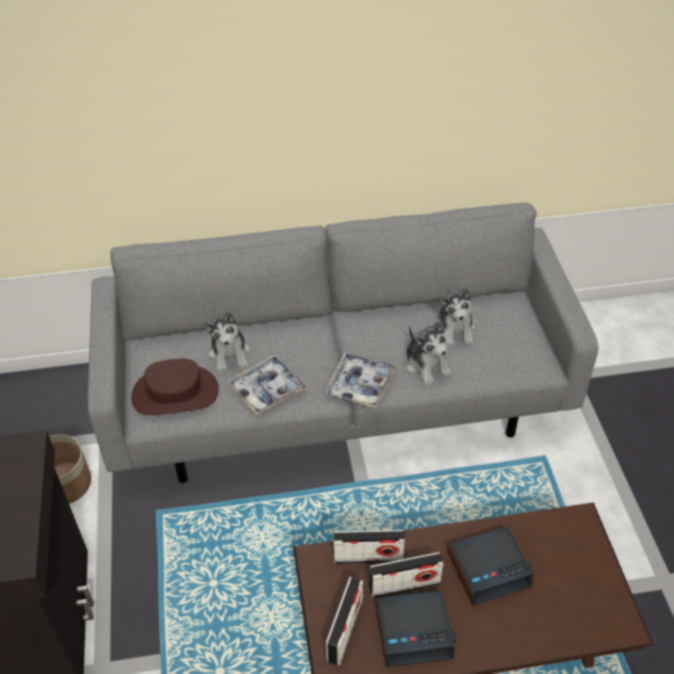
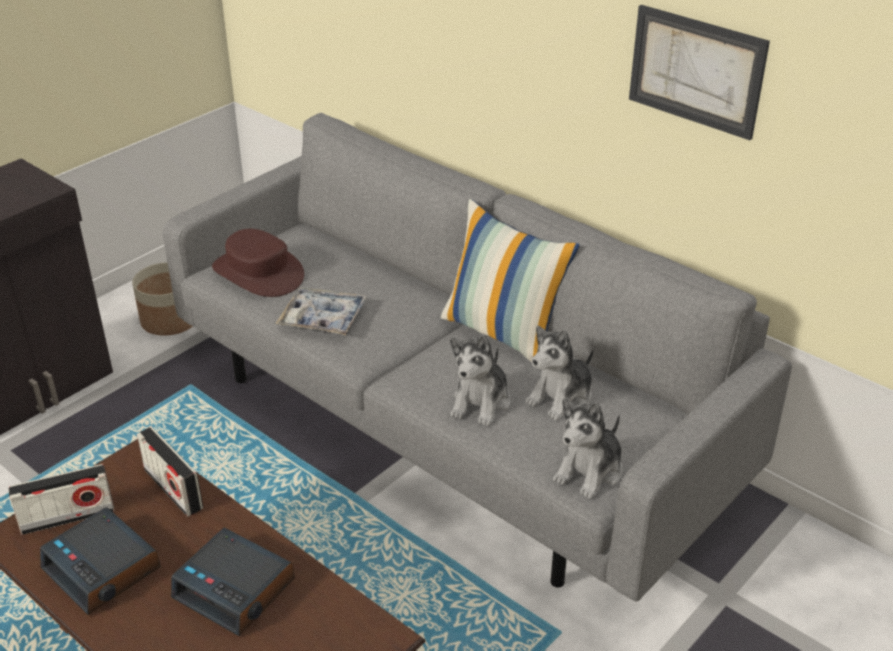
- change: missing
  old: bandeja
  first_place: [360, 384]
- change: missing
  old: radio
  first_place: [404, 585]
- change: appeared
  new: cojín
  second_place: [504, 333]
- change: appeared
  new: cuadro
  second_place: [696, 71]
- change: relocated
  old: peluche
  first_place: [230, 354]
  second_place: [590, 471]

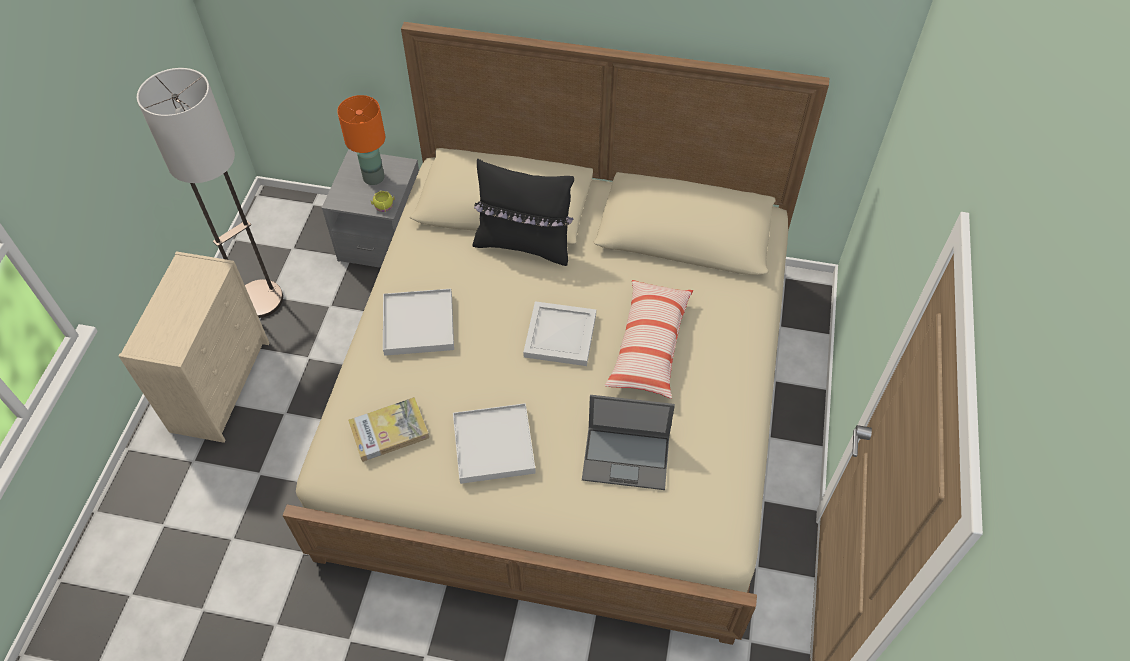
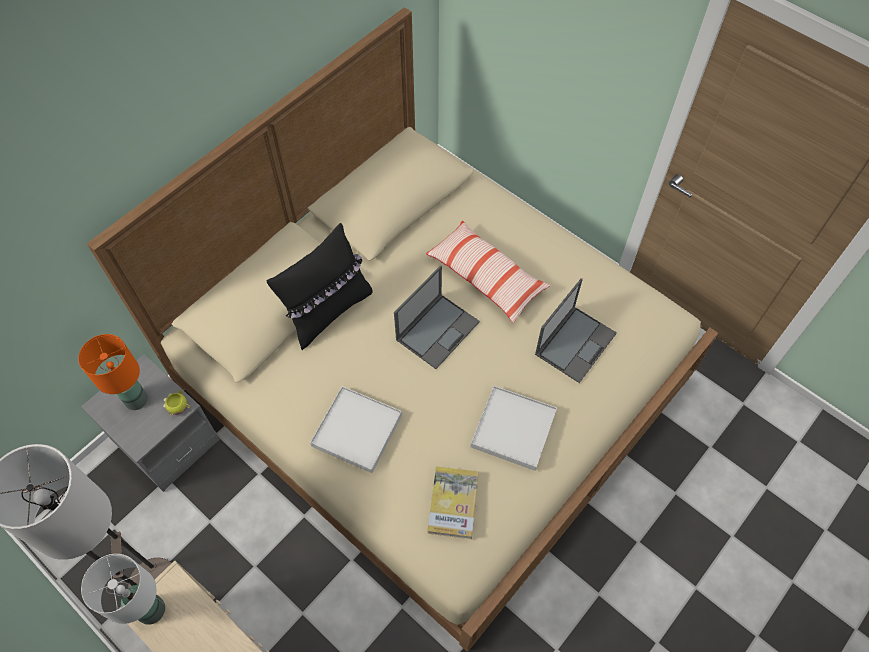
- change: appeared
  new: lámpara de mesa/blanco
  second_place: [152, 609]
- change: exchanged
  old: bandeja/blanco
  new: portátil
  first_place: [561, 335]
  second_place: [438, 330]

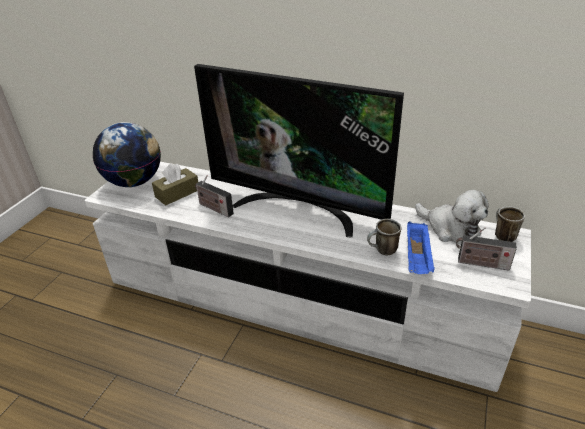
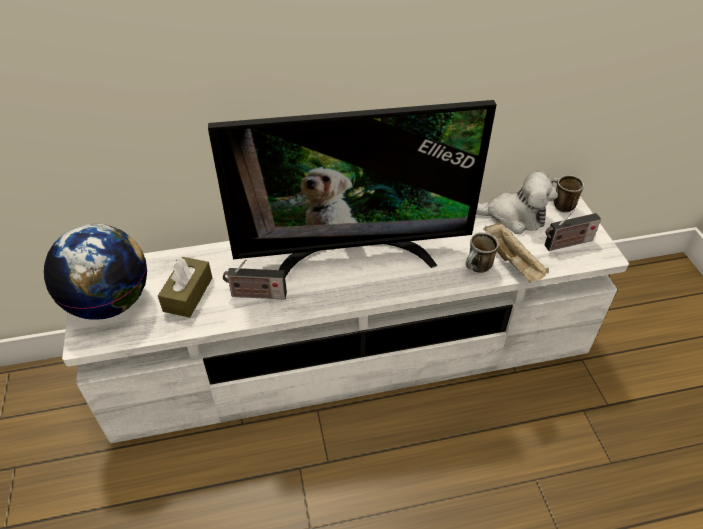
- change: colour
  old: bandeja/azul
  new: bandeja/beis
  first_place: [417, 258]
  second_place: [513, 262]

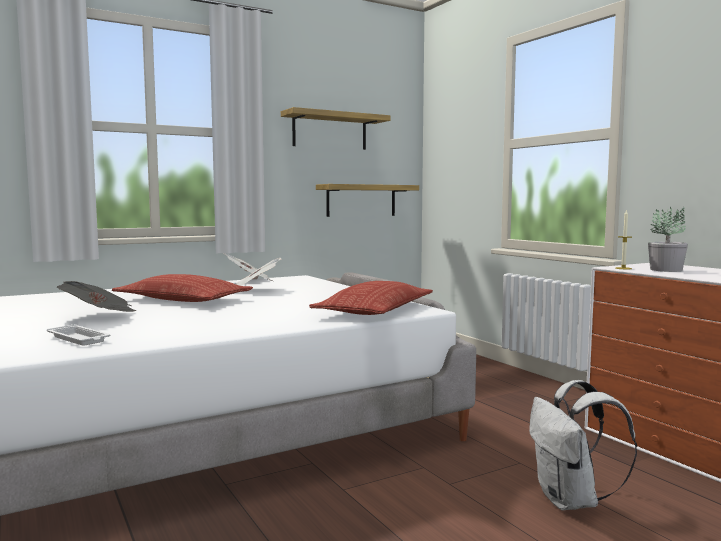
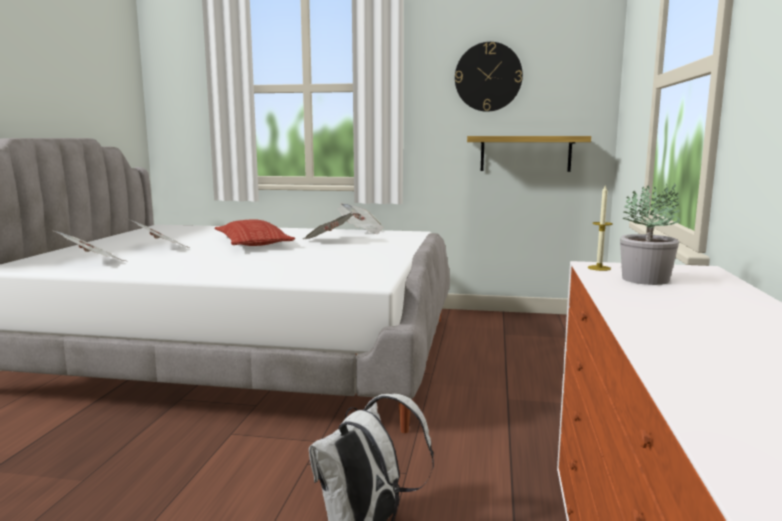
- change: missing
  old: cojín
  first_place: [375, 310]
- change: exchanged
  old: bandeja/blanco
  new: periódico
  first_place: [79, 339]
  second_place: [92, 263]
- change: exchanged
  old: estante
  new: reloj de pared
  first_place: [330, 131]
  second_place: [488, 77]

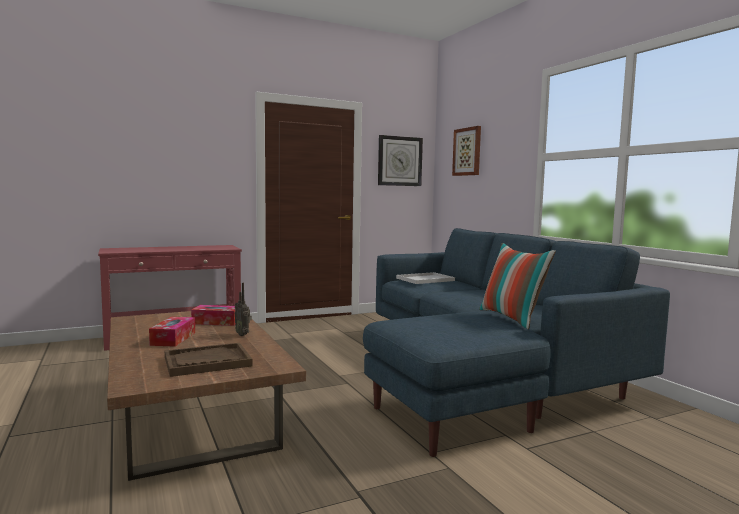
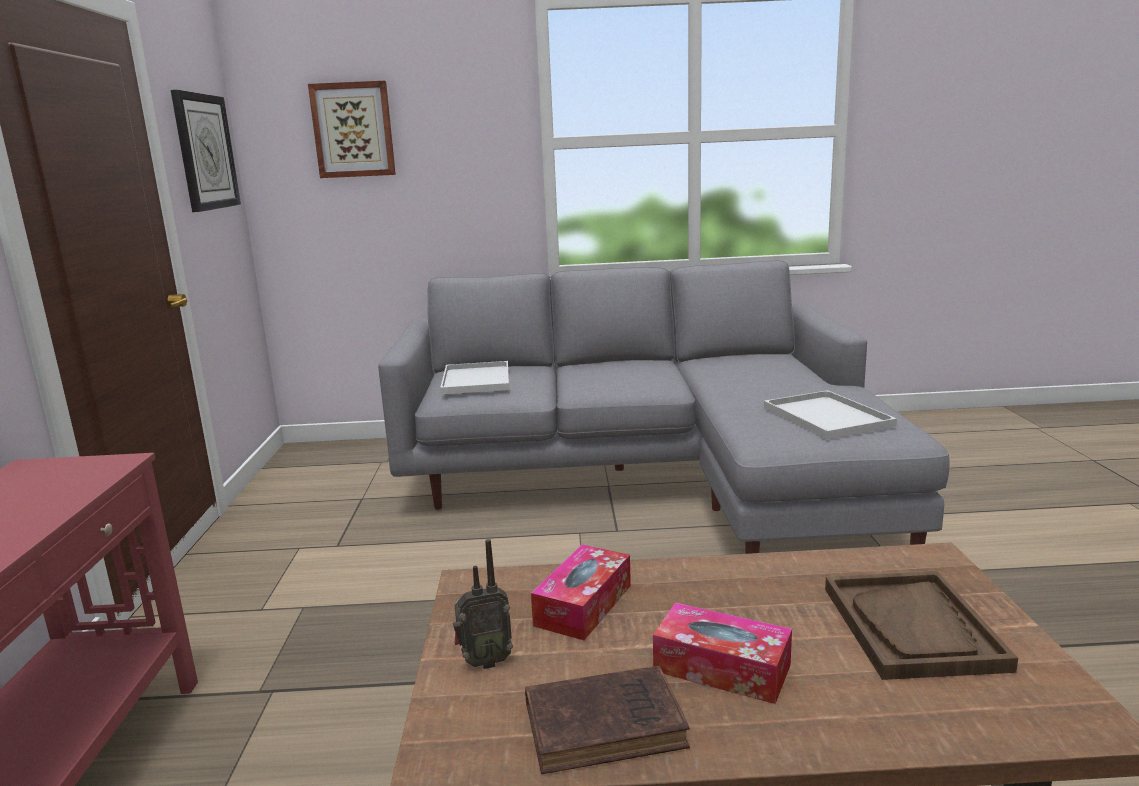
- change: missing
  old: cojín
  first_place: [512, 318]
- change: appeared
  new: libro/marrón
  second_place: [608, 725]
- change: appeared
  new: bandeja/blanco
  second_place: [829, 417]
- change: relocated
  old: radio
  first_place: [243, 334]
  second_place: [484, 662]
- change: colour
  old: sofá/azul
  new: sofá/gris
  first_place: [482, 374]
  second_place: [654, 483]

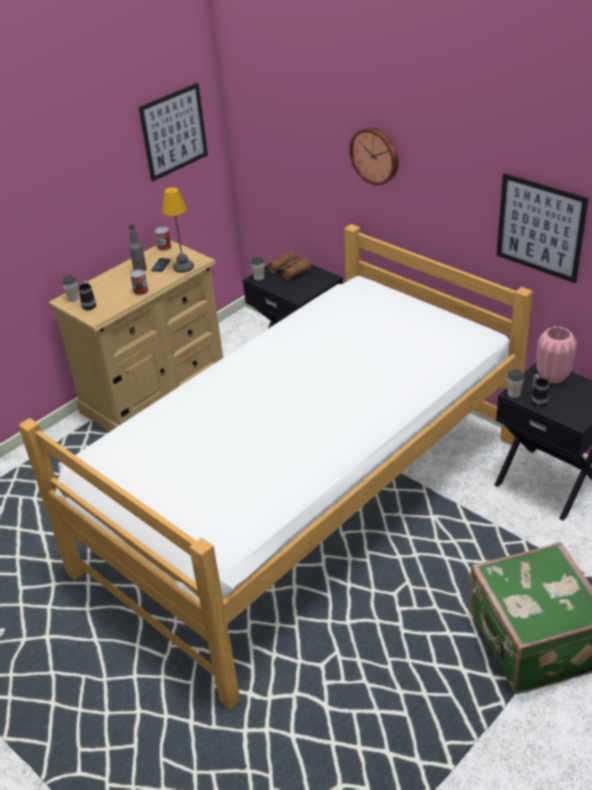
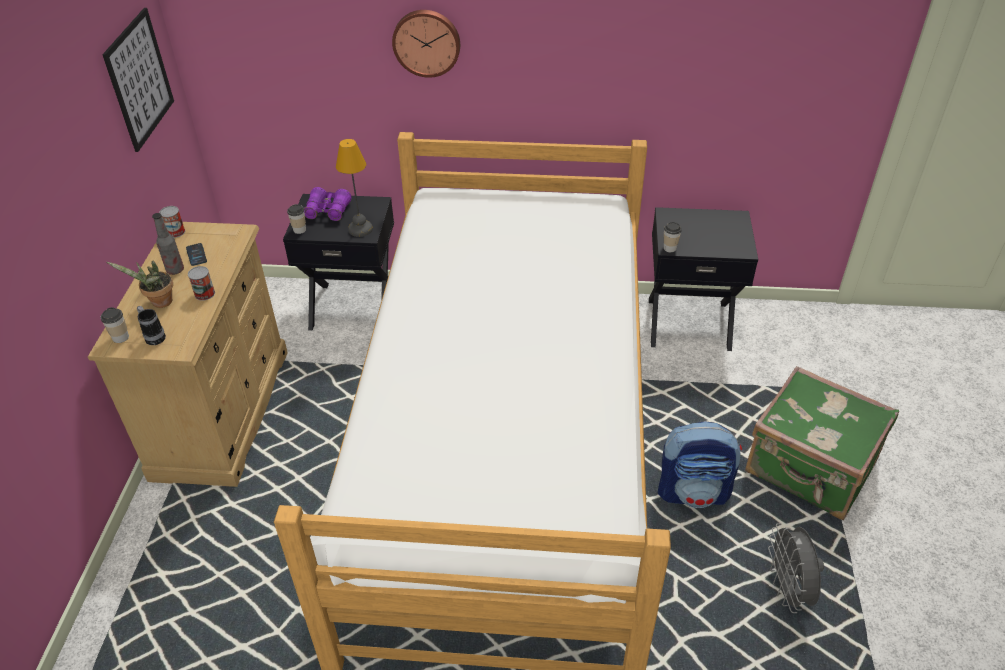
- change: missing
  old: cuadro
  first_place: [540, 227]
- change: missing
  old: taza grande
  first_place: [537, 401]
- change: missing
  old: florero/rosa
  first_place: [553, 377]
- change: appeared
  new: planta en maceta
  second_place: [159, 303]
- change: appeared
  new: mochila
  second_place: [694, 491]
- change: appeared
  new: ventilador/gris
  second_place: [788, 590]
- change: relocated
  old: lámpara de mesa
  first_place: [183, 267]
  second_place: [360, 229]
- change: colour
  old: prismáticos/marrón
  new: prismáticos/morado
  first_place: [290, 271]
  second_place: [328, 211]

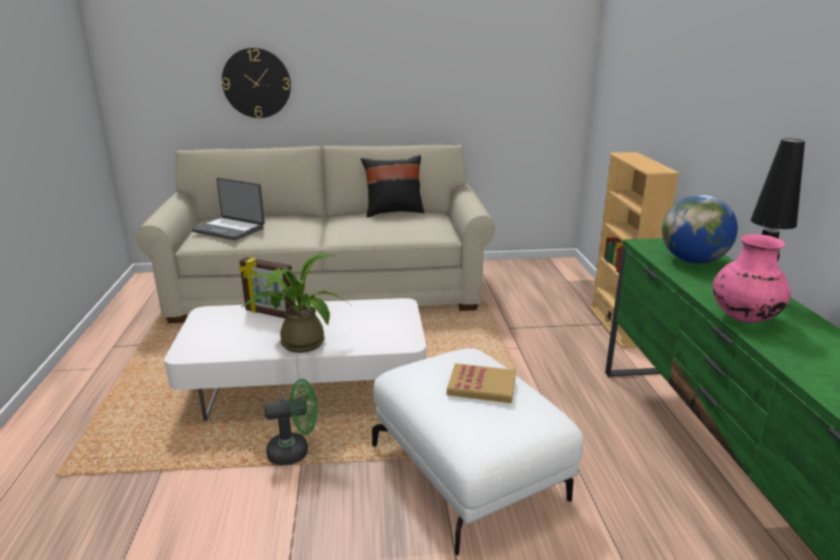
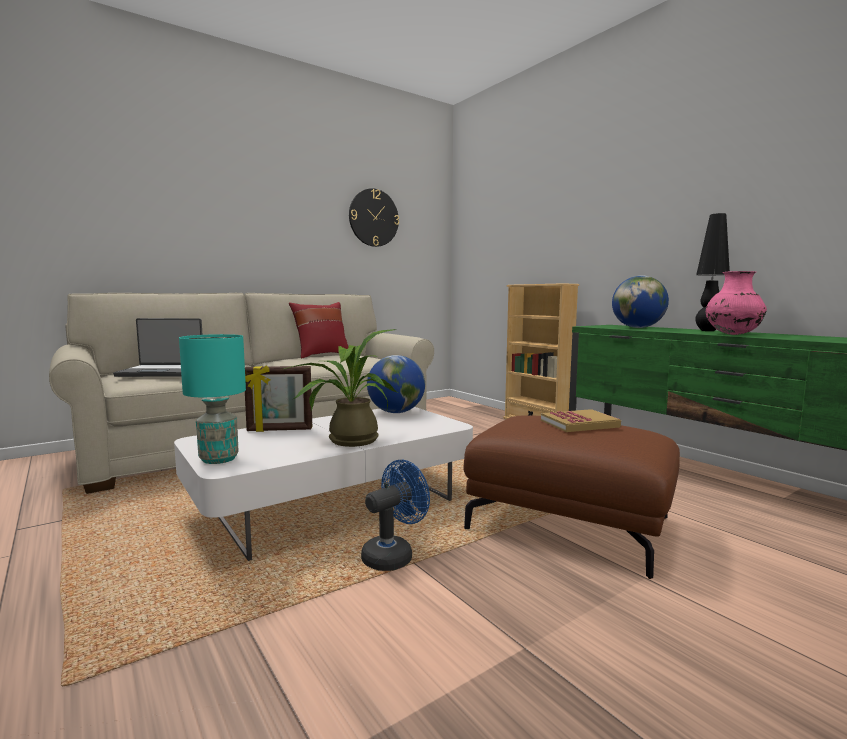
- change: appeared
  new: lámpara de mesa/turquesa
  second_place: [218, 459]
- change: appeared
  new: globo terráqueo
  second_place: [396, 412]
- change: relocated
  old: reloj de pared
  first_place: [256, 83]
  second_place: [373, 218]
- change: colour
  old: ventilador/verde
  new: ventilador/azul
  first_place: [295, 451]
  second_place: [393, 555]
- change: colour
  old: cojín/negro
  new: cojín/rojo
  first_place: [393, 212]
  second_place: [321, 355]
- change: colour
  old: puf/blanco
  new: puf/marrón
  first_place: [469, 471]
  second_place: [570, 523]

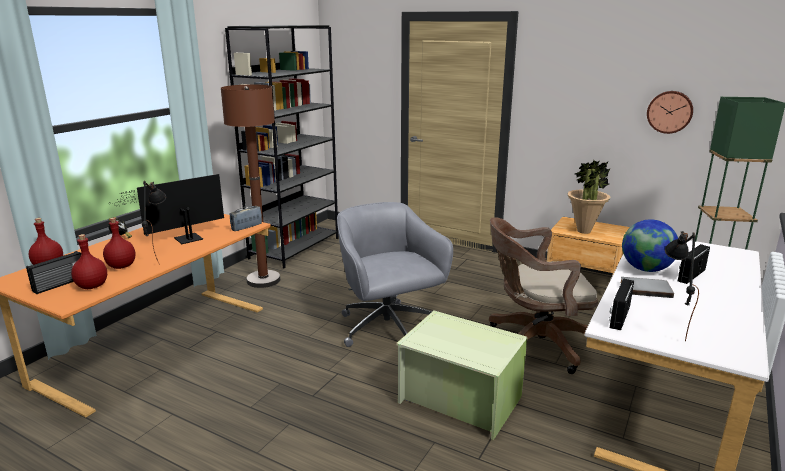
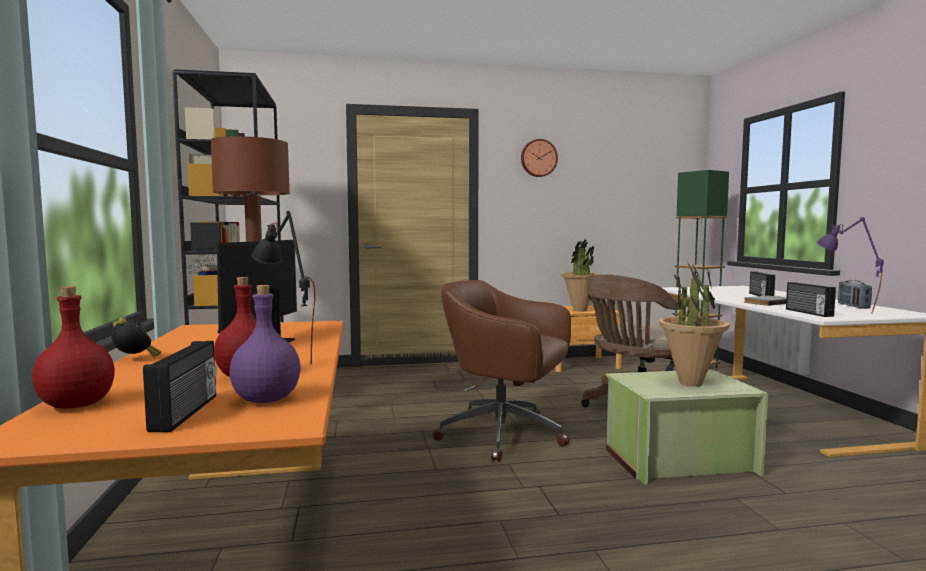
- change: missing
  old: globo terráqueo
  first_place: [646, 269]
- change: appeared
  new: planta en maceta
  second_place: [691, 383]
- change: relocated
  old: radio
  first_place: [246, 227]
  second_place: [853, 306]
- change: relocated
  old: reloj de pared
  first_place: [669, 112]
  second_place: [538, 158]
- change: colour
  old: botella/rojo
  new: botella/morado
  first_place: [92, 286]
  second_place: [267, 400]
- change: colour
  old: silla de oficina/gris
  new: silla de oficina/marrón
  first_place: [388, 329]
  second_place: [505, 436]
- change: colour
  old: lámpara de mesa/negro
  new: lámpara de mesa/morado
  first_place: [669, 328]
  second_place: [844, 311]

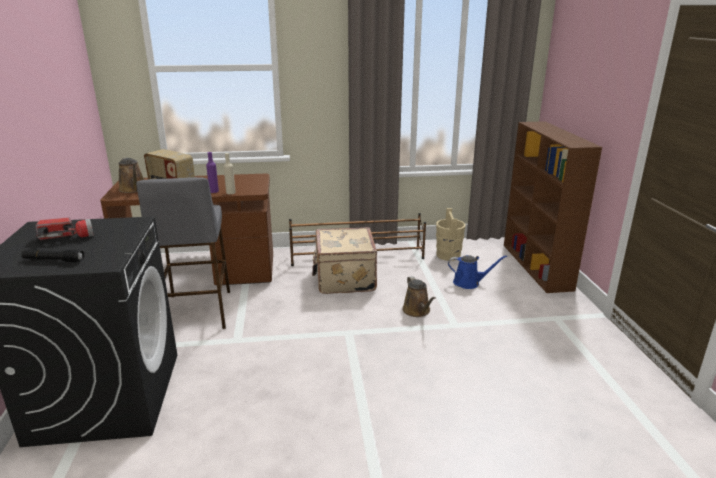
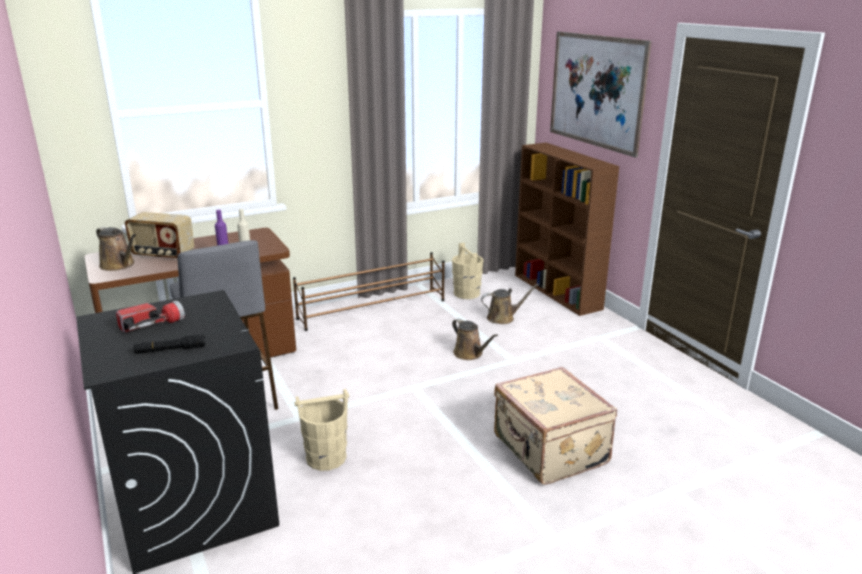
- change: appeared
  new: cubo/beis
  second_place: [325, 458]
- change: appeared
  new: cuadro
  second_place: [596, 91]
- change: relocated
  old: maleta/beis
  first_place: [344, 279]
  second_place: [549, 451]
- change: colour
  old: regadera/azul
  new: regadera/marrón
  first_place: [469, 283]
  second_place: [503, 318]

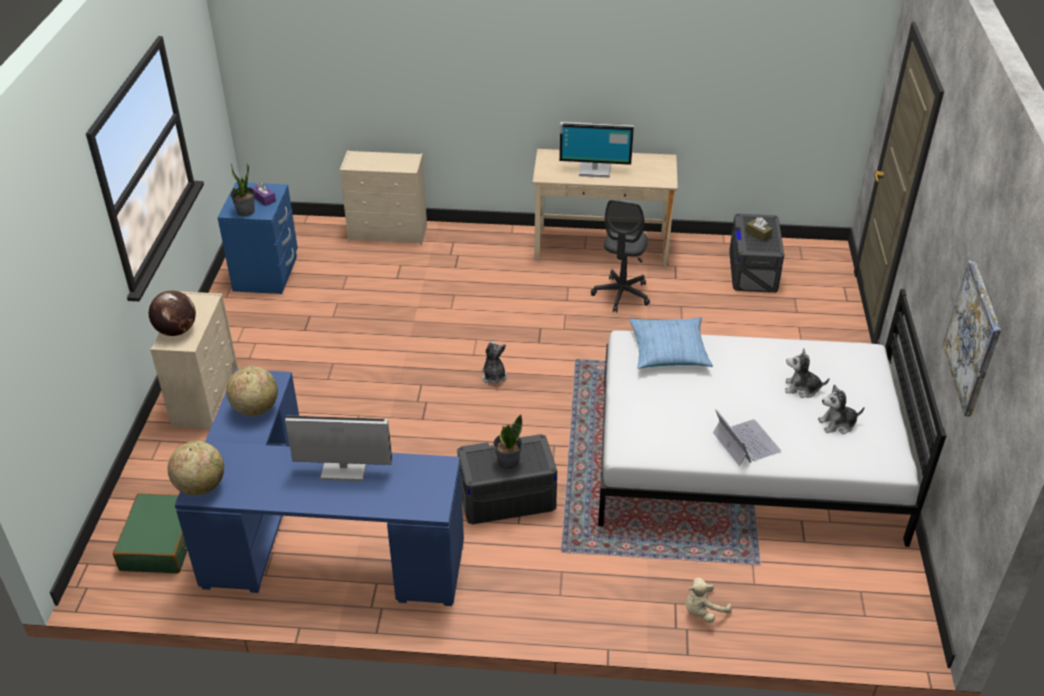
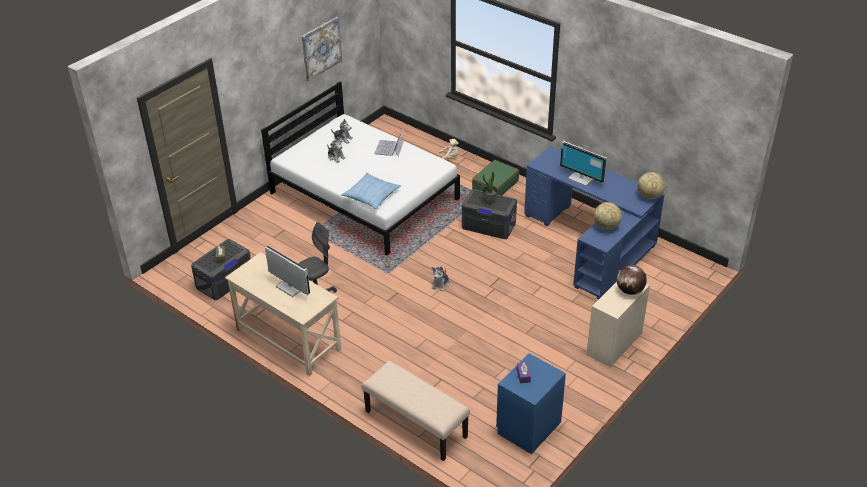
- change: missing
  old: planta en maceta
  first_place: [246, 211]
- change: relocated
  old: maleta/verde
  first_place: [161, 542]
  second_place: [495, 185]
- change: exchanged
  old: cómoda/beis
  new: banco/beis
  first_place: [389, 233]
  second_place: [415, 424]

